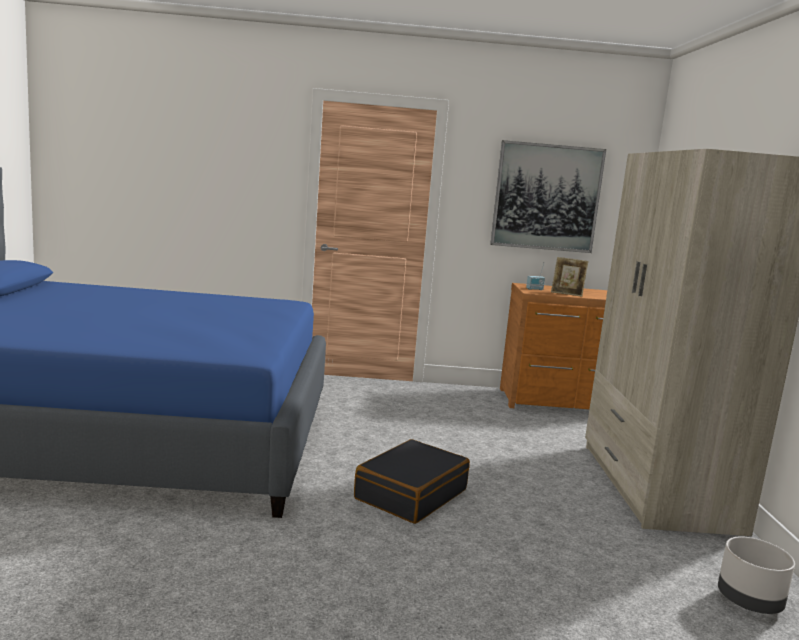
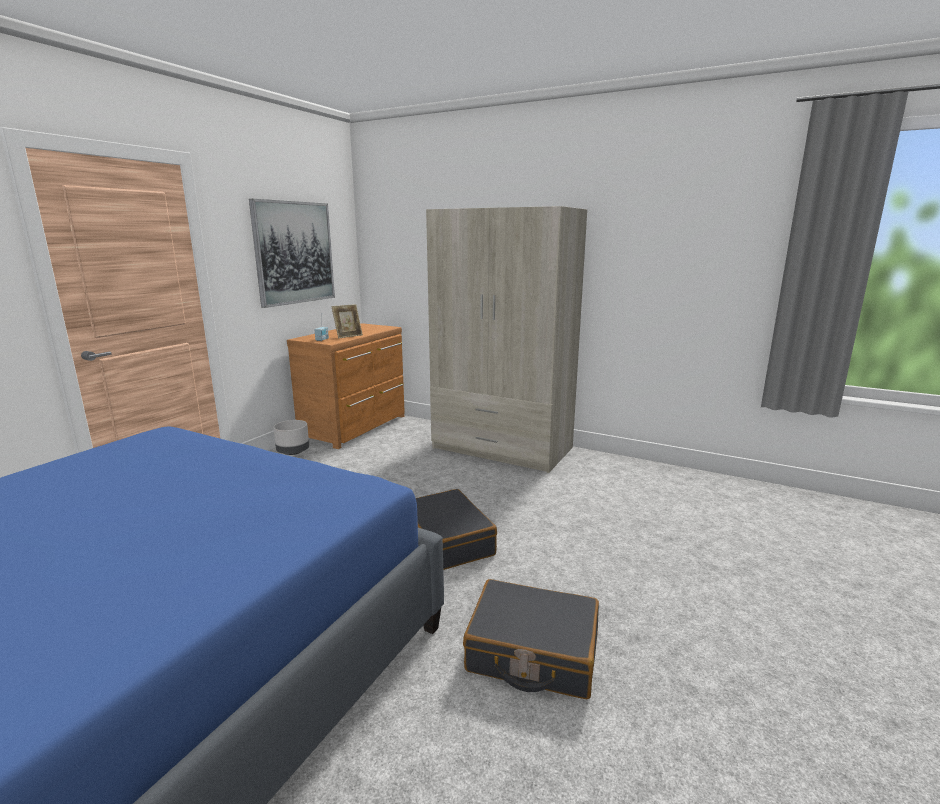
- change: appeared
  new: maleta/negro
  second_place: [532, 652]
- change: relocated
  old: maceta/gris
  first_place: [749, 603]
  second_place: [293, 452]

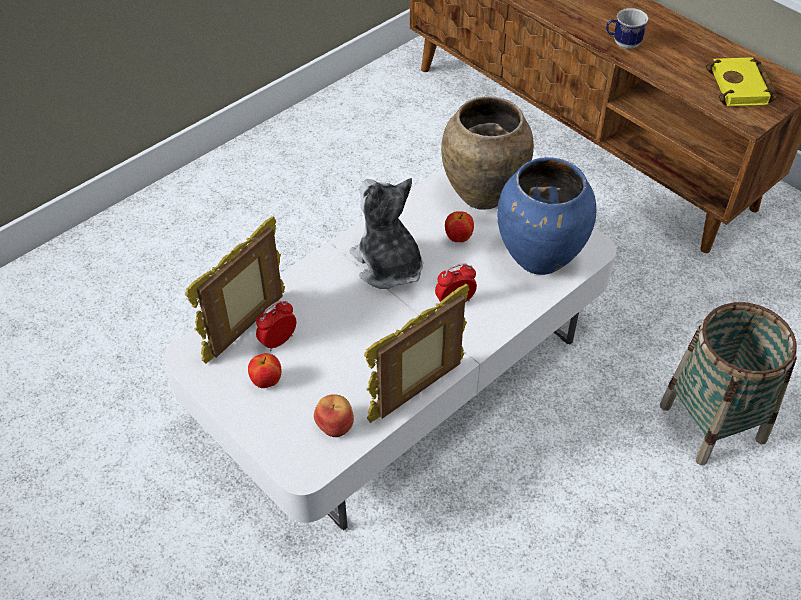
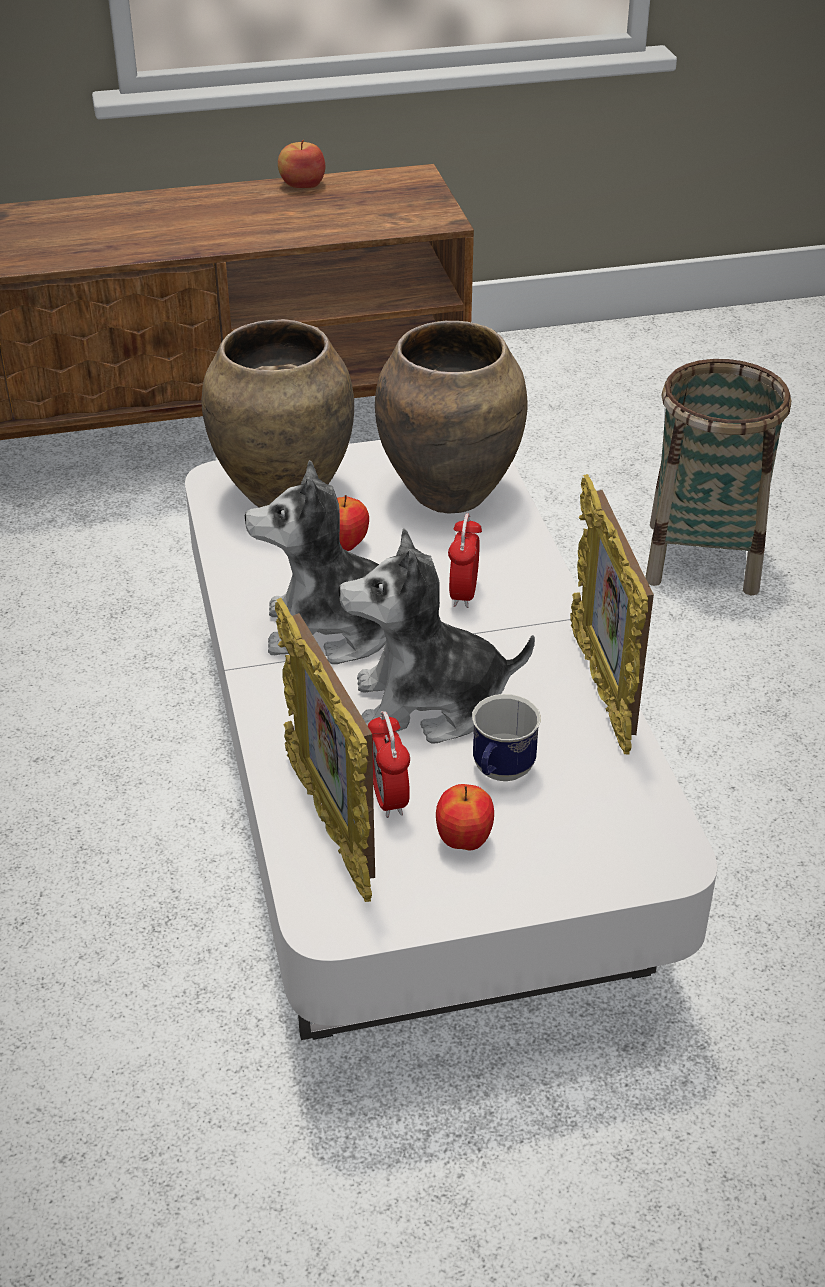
- change: missing
  old: libro/amarillo
  first_place: [742, 88]
- change: appeared
  new: peluche
  second_place: [429, 703]
- change: relocated
  old: manzana
  first_place: [335, 425]
  second_place: [302, 184]
- change: relocated
  old: taza grande
  first_place: [622, 44]
  second_place: [499, 774]
- change: colour
  old: florero/azul
  new: florero/marrón
  first_place: [540, 259]
  second_place: [451, 494]

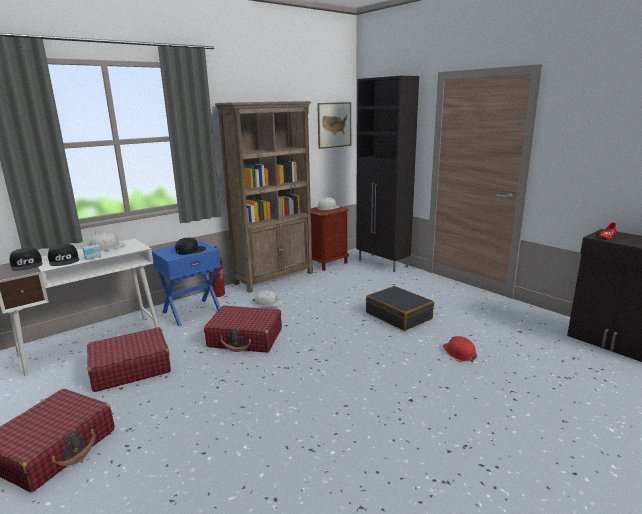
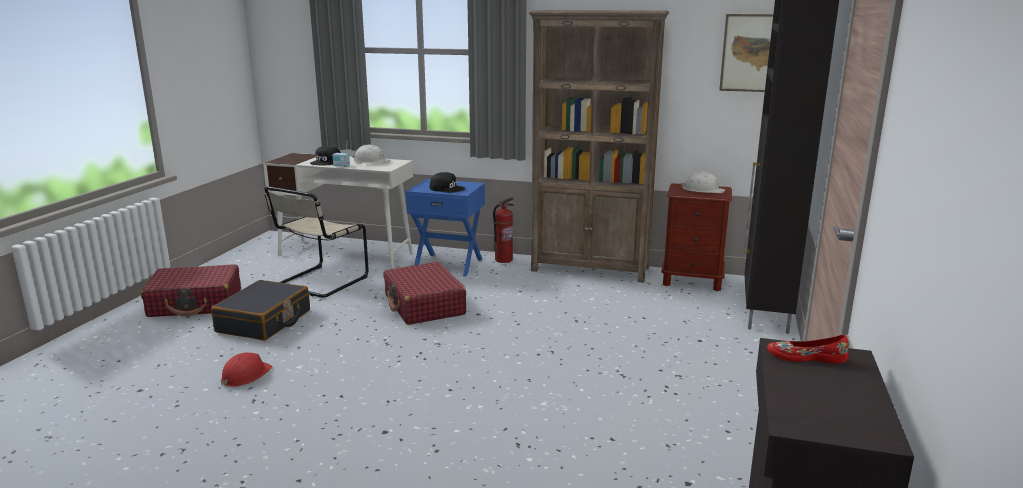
- change: missing
  old: gorra/negro
  first_place: [27, 264]
- change: missing
  old: casco/blanco
  first_place: [268, 303]
- change: relocated
  old: maleta/negro
  first_place: [399, 316]
  second_place: [264, 322]
- change: relocated
  old: casco/rojo
  first_place: [459, 352]
  second_place: [245, 375]
- change: exchanged
  old: maleta/rojo
  new: silla/beis
  first_place: [130, 368]
  second_place: [319, 282]

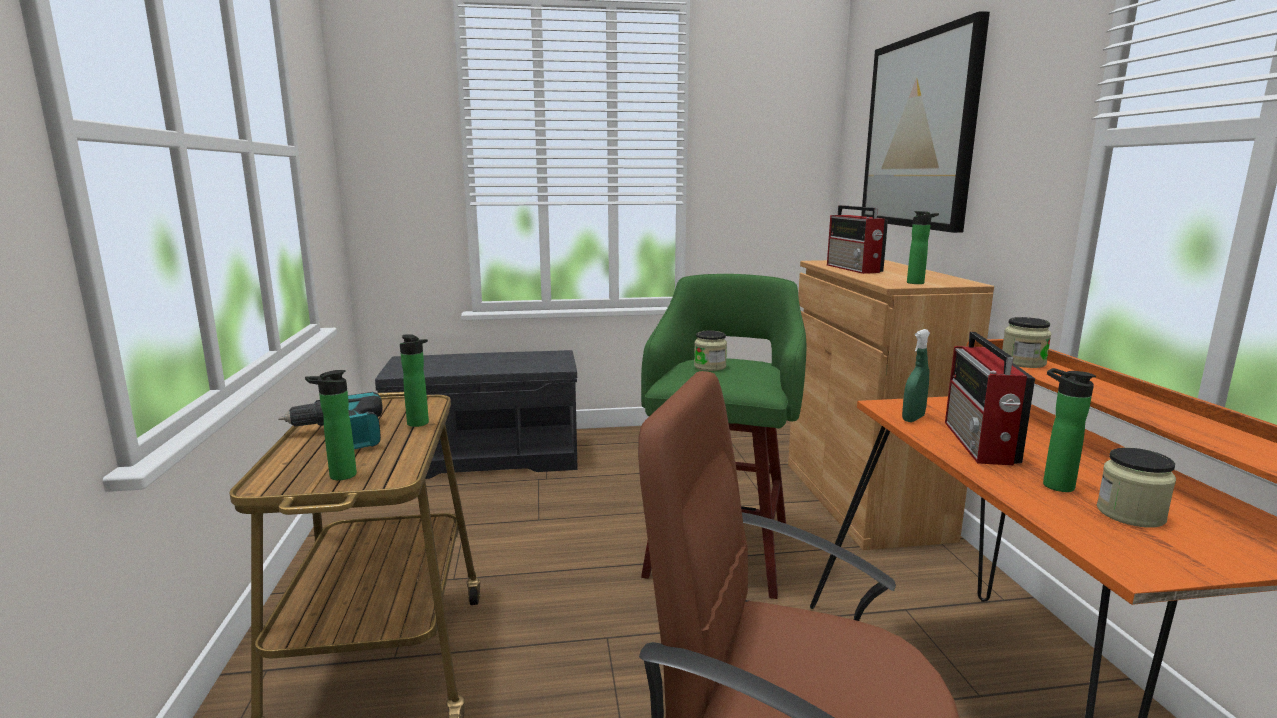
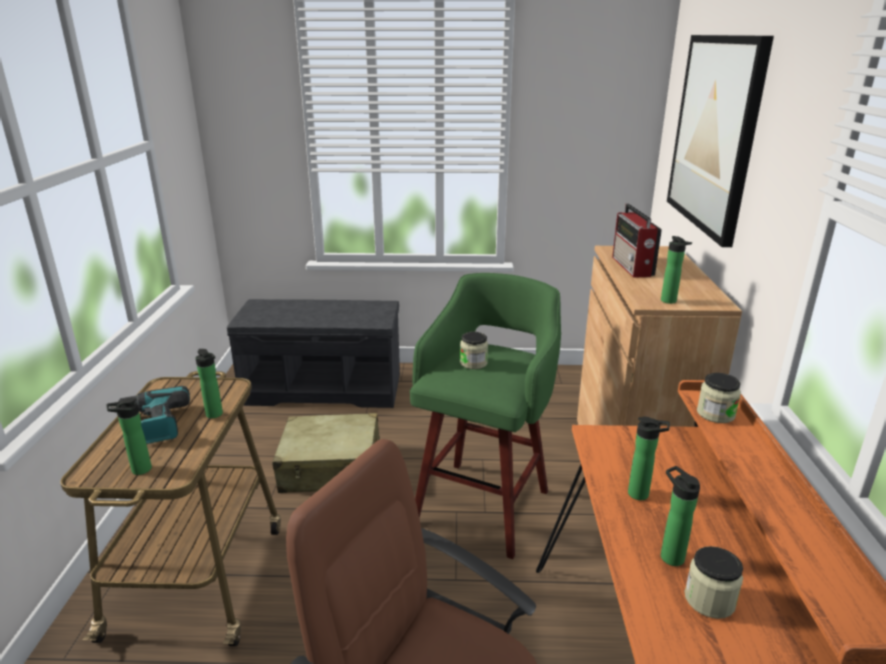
- change: missing
  old: pulverizador/verde
  first_place: [913, 418]
- change: appeared
  new: maleta/beis
  second_place: [331, 468]
- change: exchanged
  old: radio
  new: botella
  first_place: [979, 443]
  second_place: [641, 494]

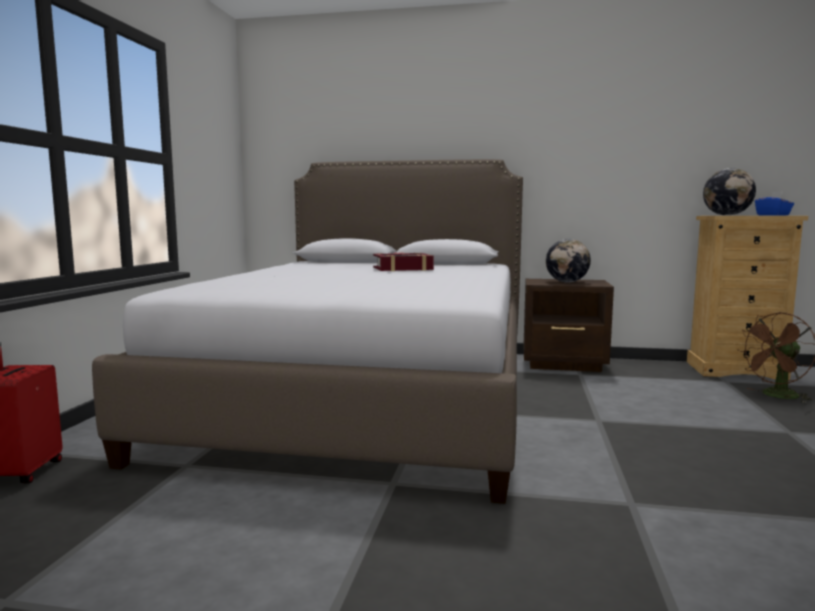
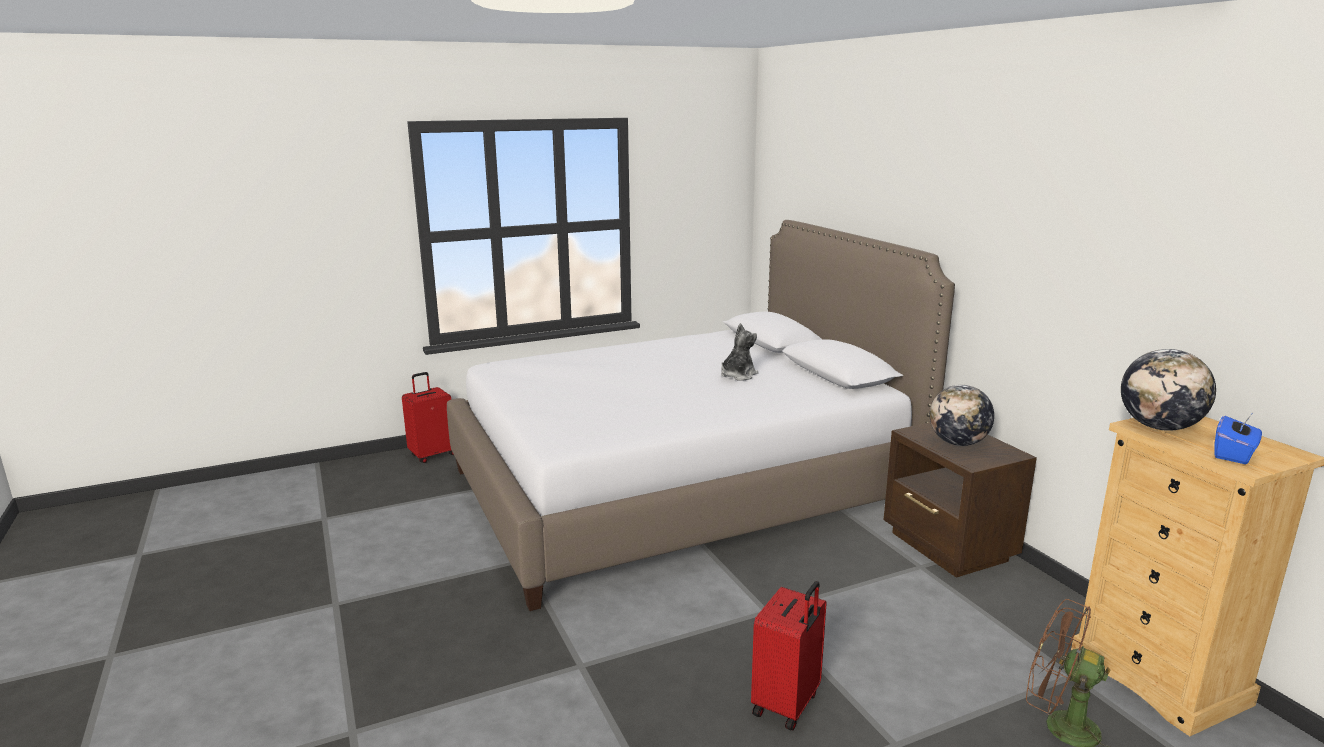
- change: appeared
  new: maleta/rojo
  second_place: [787, 704]
- change: exchanged
  old: libro
  new: peluche
  first_place: [402, 269]
  second_place: [738, 375]

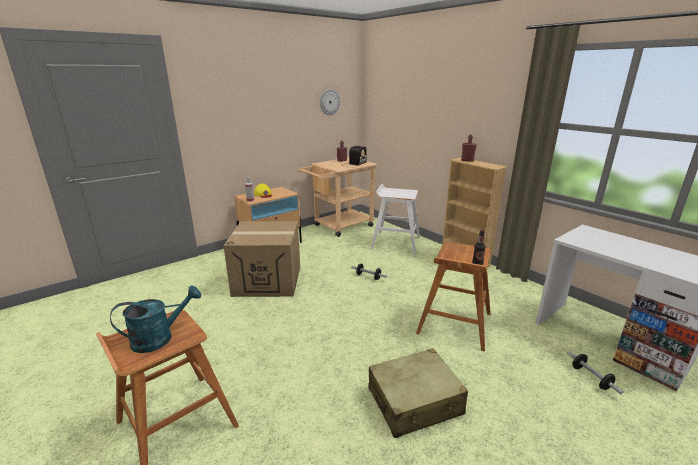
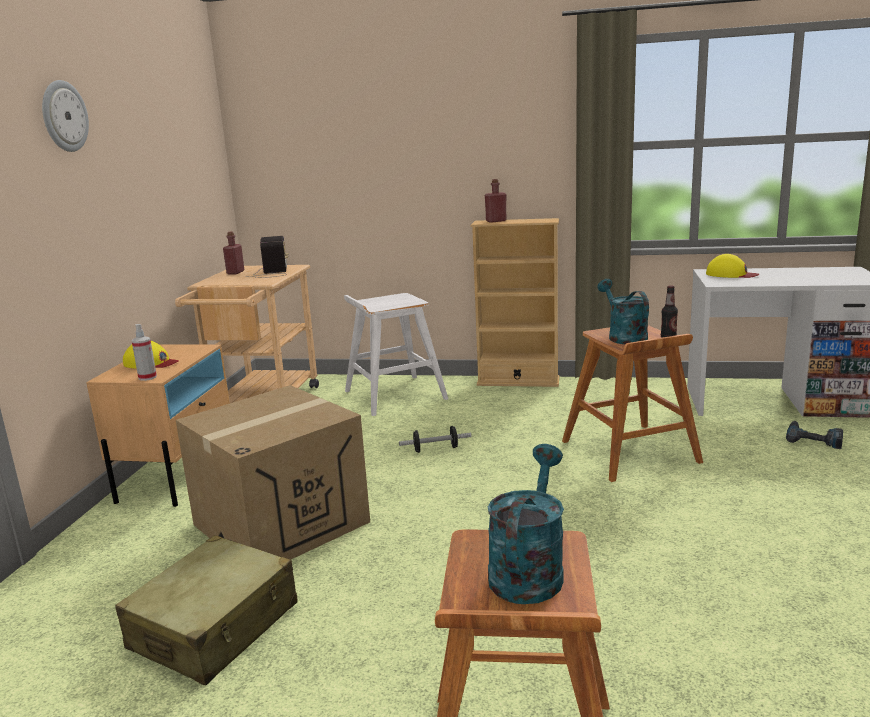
- change: appeared
  new: regadera/turquesa
  second_place: [623, 337]
- change: appeared
  new: gorra/amarillo
  second_place: [731, 274]
- change: relocated
  old: reloj de pared
  first_place: [329, 102]
  second_place: [64, 116]
- change: relocated
  old: maleta/beis
  first_place: [415, 402]
  second_place: [215, 627]
- change: exchanged
  old: mancuerna
  new: taladro
  first_place: [591, 378]
  second_place: [813, 439]

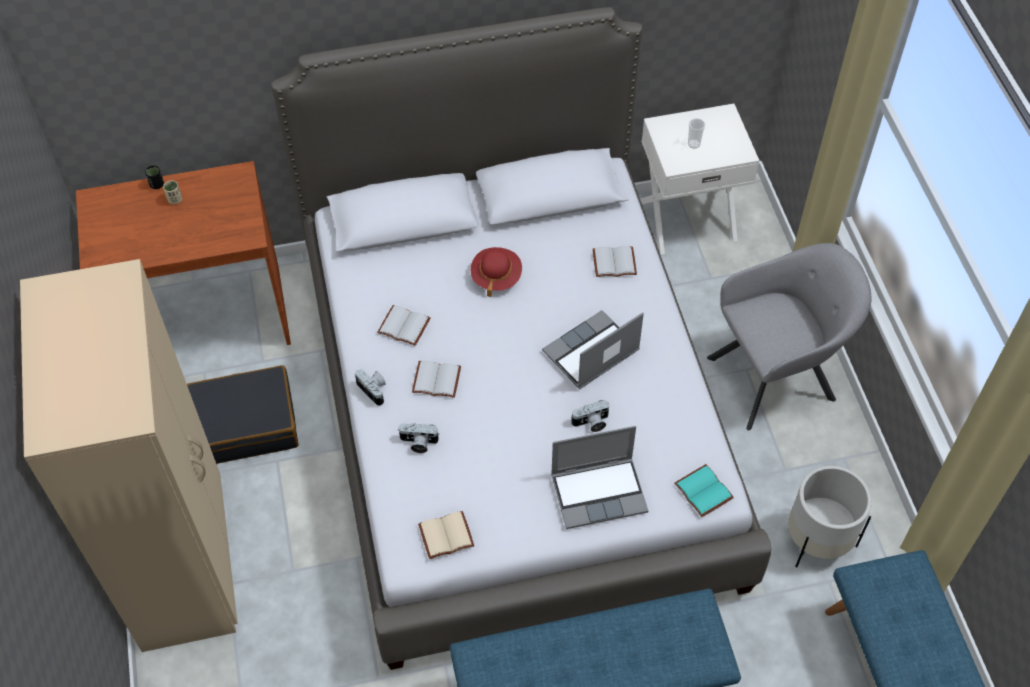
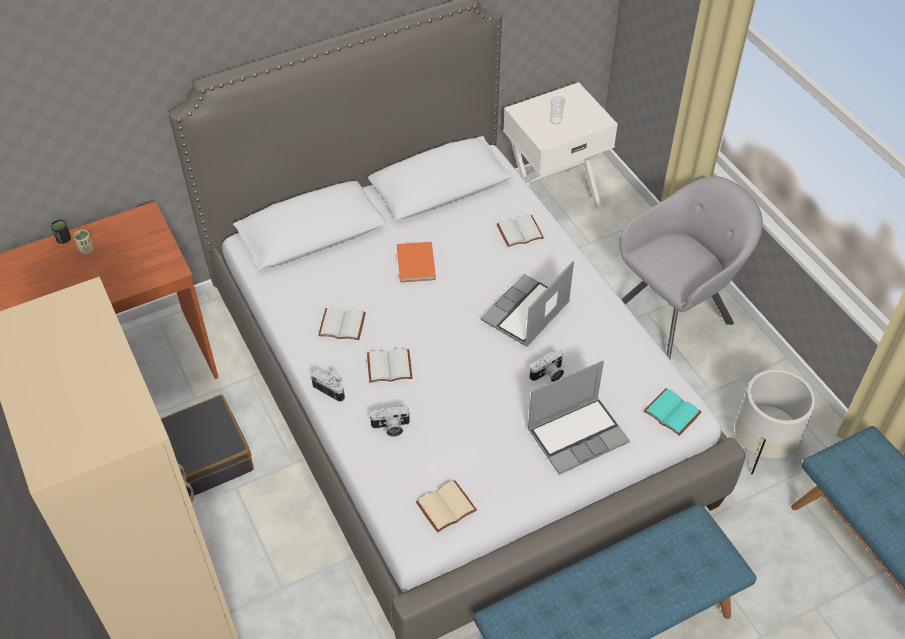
- change: exchanged
  old: sombrero/rojo
  new: libro/naranja
  first_place: [496, 276]
  second_place: [415, 264]

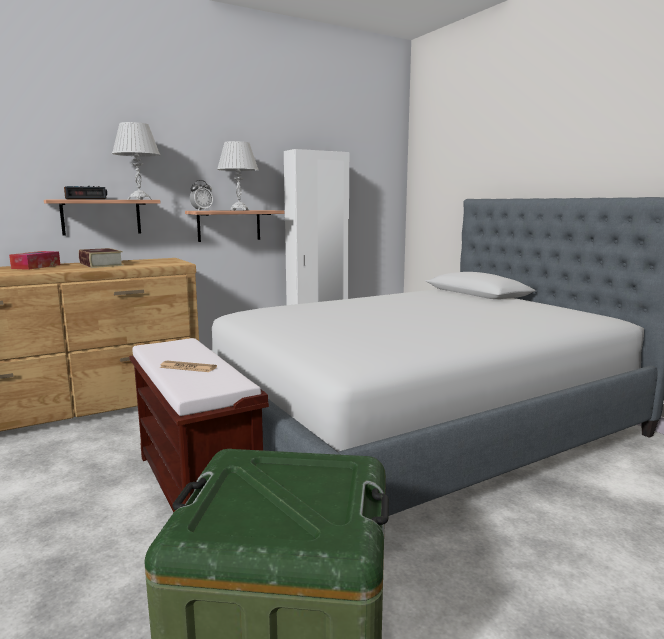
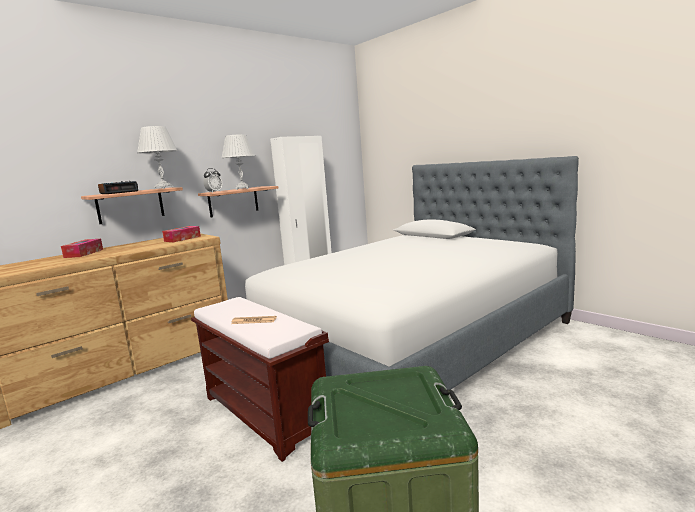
- change: missing
  old: libro
  first_place: [101, 264]
- change: appeared
  new: caja de pañuelos
  second_place: [182, 239]

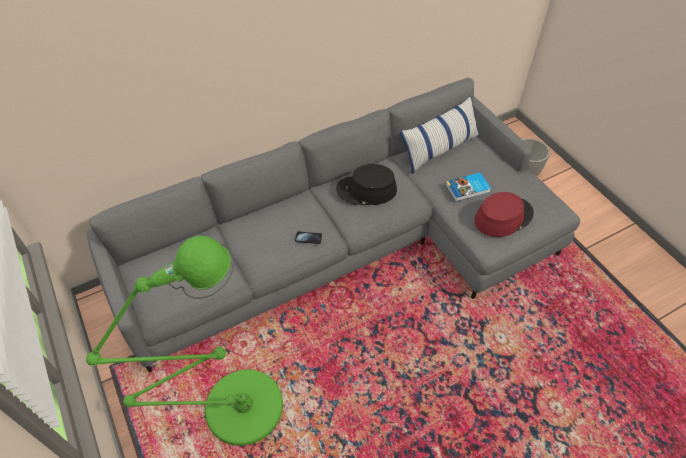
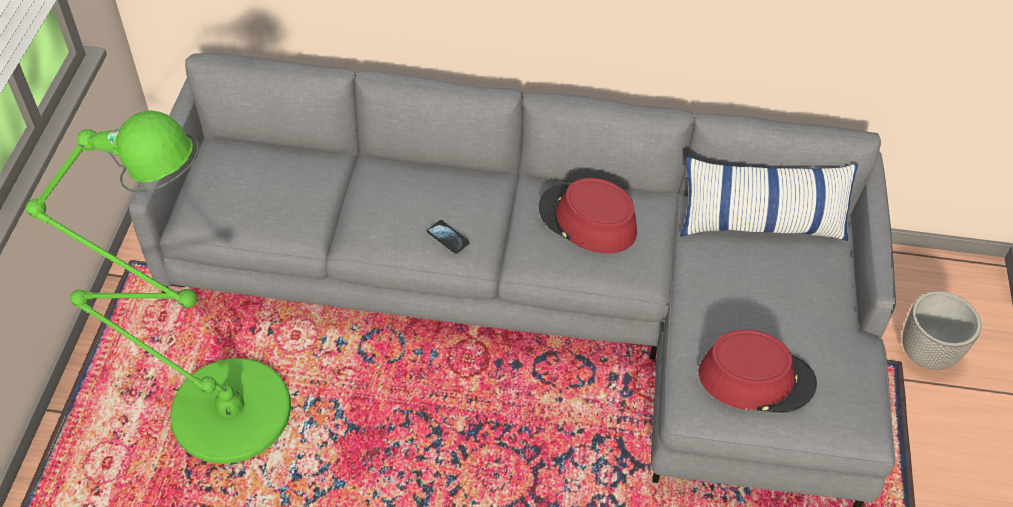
- change: missing
  old: libro
  first_place: [468, 189]
- change: colour
  old: sombrero/negro
  new: sombrero/rojo
  first_place: [366, 190]
  second_place: [587, 220]

